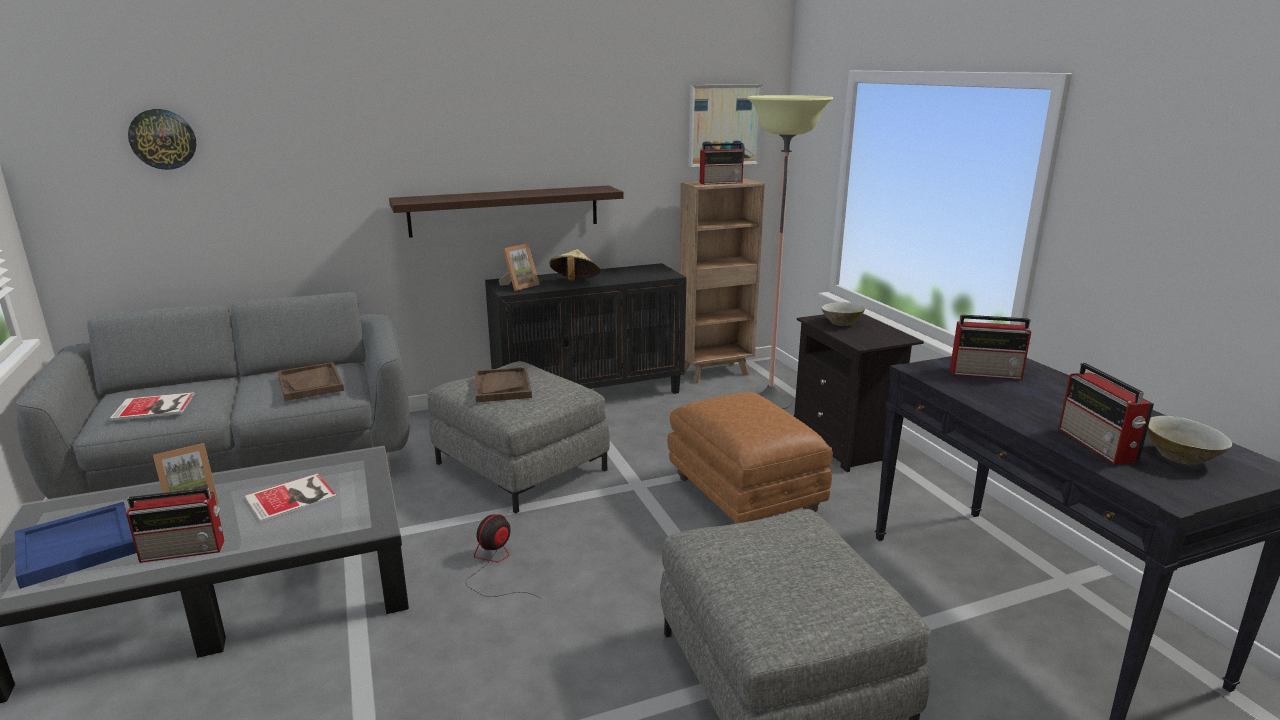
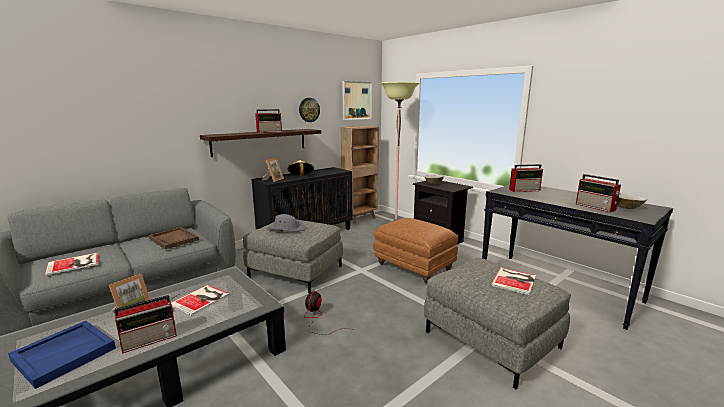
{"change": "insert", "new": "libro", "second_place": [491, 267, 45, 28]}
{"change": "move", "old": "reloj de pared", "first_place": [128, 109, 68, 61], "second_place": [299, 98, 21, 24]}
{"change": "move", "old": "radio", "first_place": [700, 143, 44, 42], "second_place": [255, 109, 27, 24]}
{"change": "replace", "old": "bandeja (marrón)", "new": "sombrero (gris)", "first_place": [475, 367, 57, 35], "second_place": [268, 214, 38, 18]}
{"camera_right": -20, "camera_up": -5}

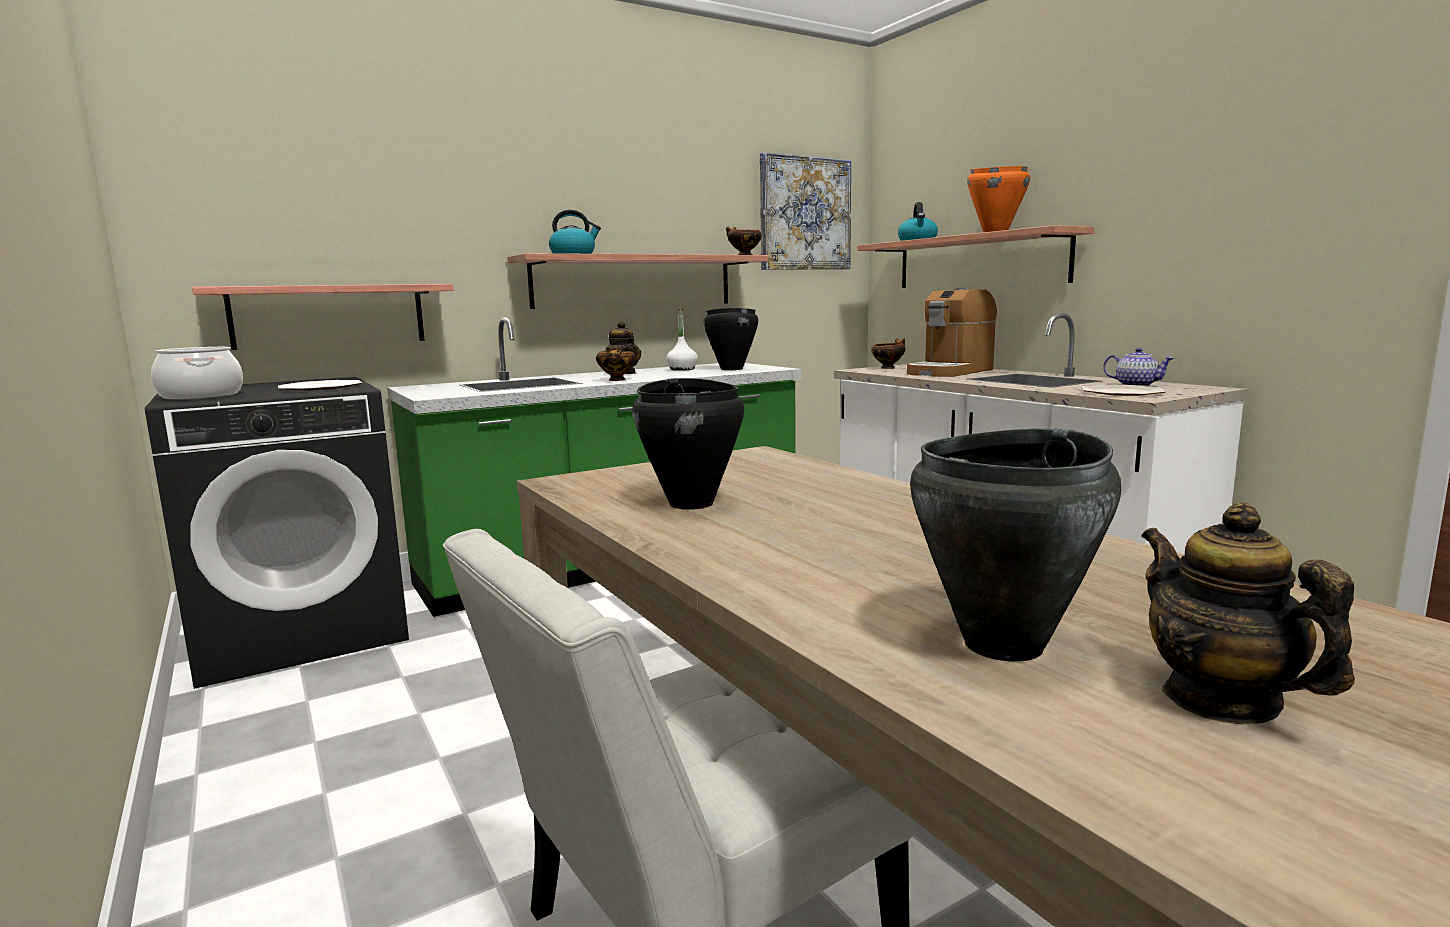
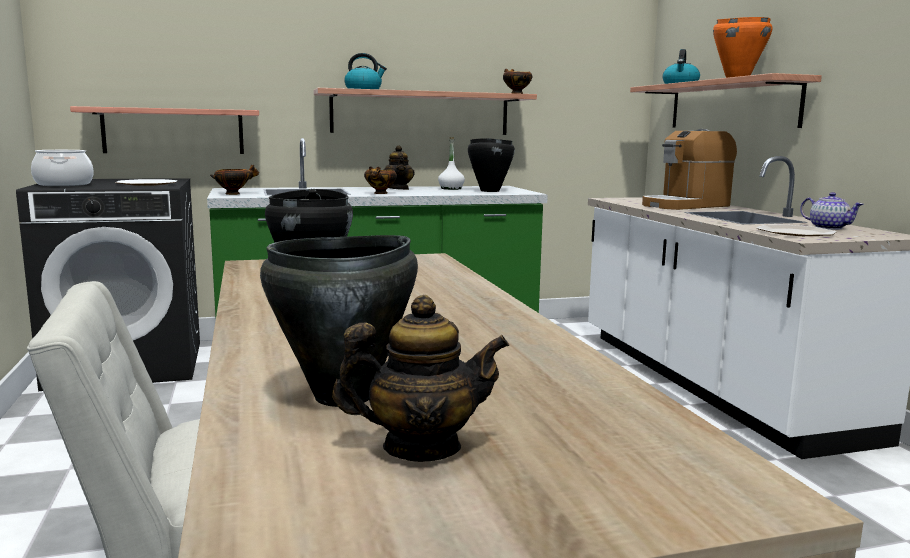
{"change": "delete", "old": "cuadro", "first_place": [760, 152, 91, 118]}
{"change": "move", "old": "cuenco", "first_place": [871, 338, 35, 31], "second_place": [210, 165, 49, 30]}
{"change": "rotate", "old": "tetera", "first_place": [1141, 502, 214, 222], "second_place": [332, 295, 177, 167], "degrees": 90}
{"camera_right": 15, "camera_up": 0}

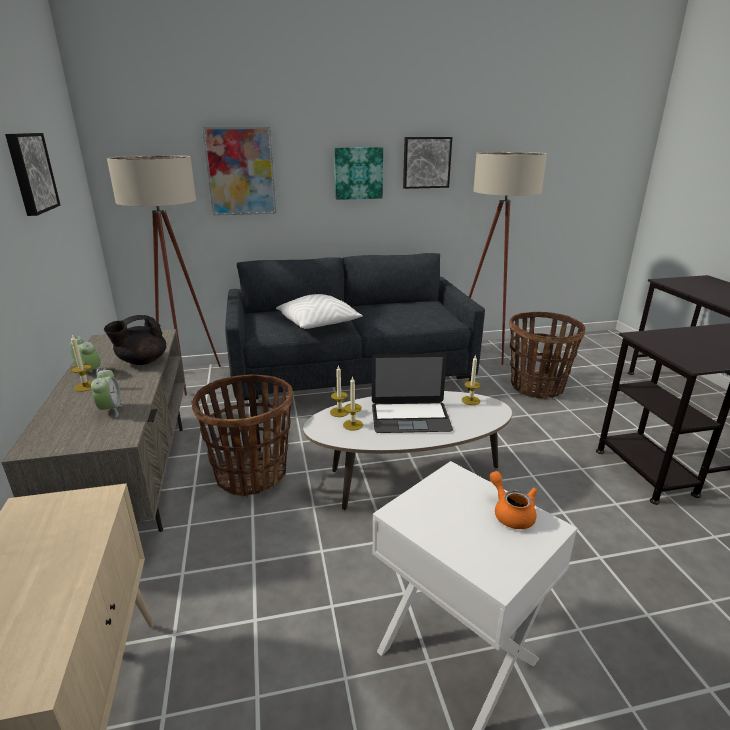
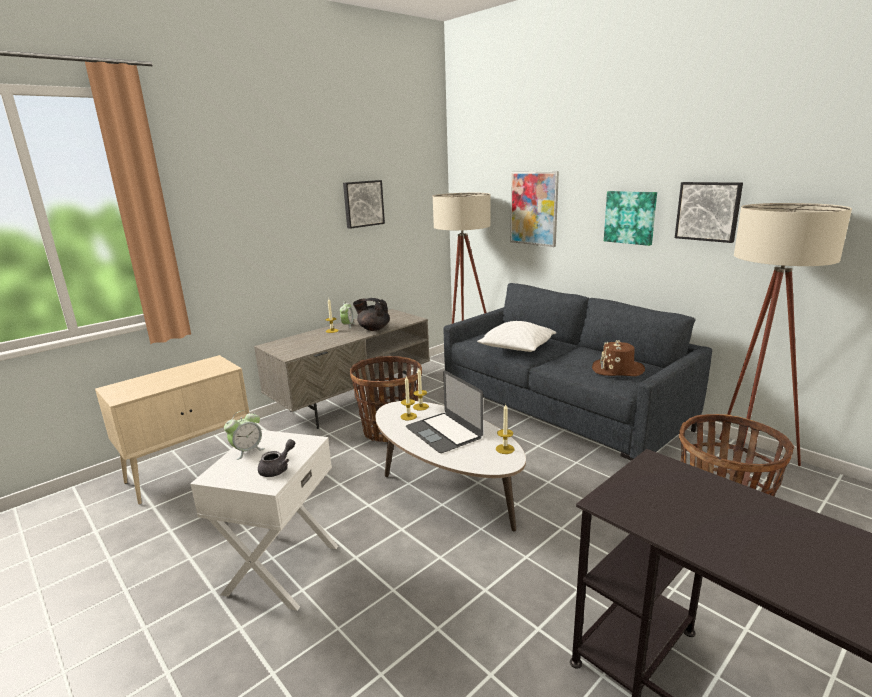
{"change": "insert", "new": "sombrero (marrón)", "second_place": [592, 340, 53, 36]}
{"change": "move", "old": "despertador", "first_place": [91, 368, 33, 49], "second_place": [224, 411, 41, 49]}
{"change": "recolor", "old": "tetera (naranja)", "new": "tetera (gris)", "first_place": [490, 471, 47, 58], "second_place": [258, 439, 37, 38]}
{"camera_right": 60, "camera_up": -5}

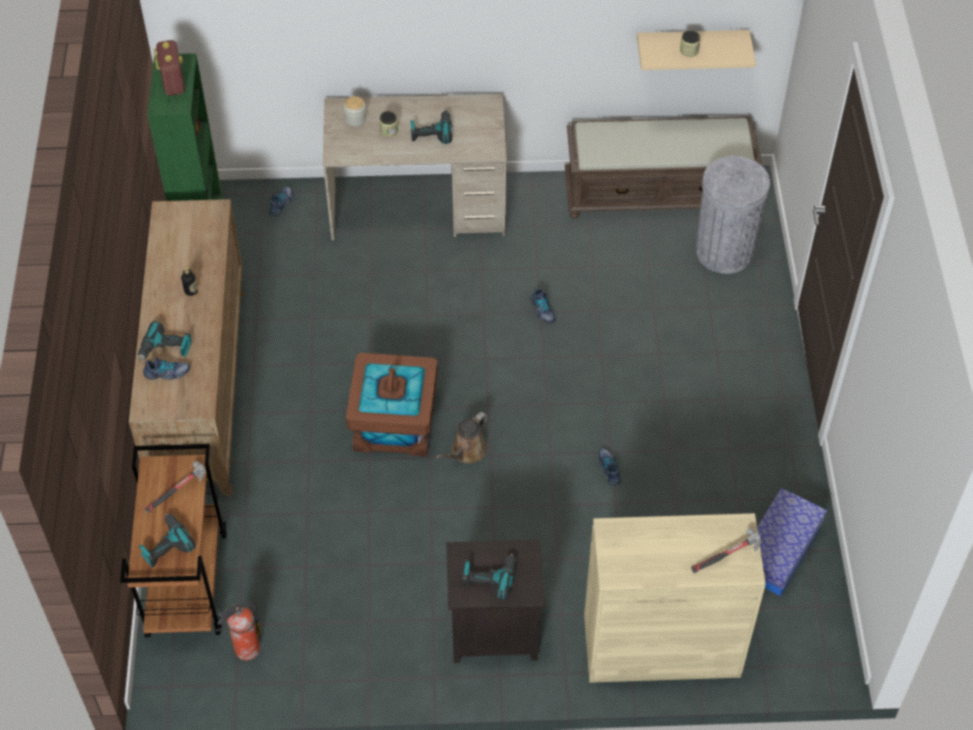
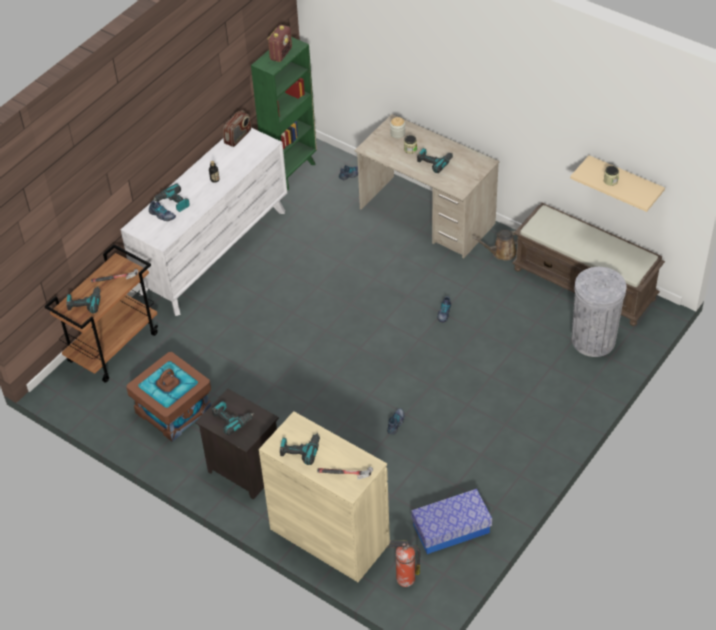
{"change": "insert", "new": "radio", "second_place": [223, 110, 28, 37]}
{"change": "insert", "new": "taladro", "second_place": [280, 433, 40, 32]}
{"change": "move", "old": "extintor", "first_place": [218, 602, 43, 58], "second_place": [387, 540, 34, 47]}
{"change": "move", "old": "caja de almacenaje (marrón)", "first_place": [346, 353, 92, 104], "second_place": [126, 352, 85, 90]}
{"change": "move", "old": "regadera (marrón)", "first_place": [435, 412, 53, 52], "second_place": [472, 230, 46, 31]}
{"change": "recolor", "old": "cómoda (marrón)", "new": "cómoda (blanco)", "first_place": [129, 199, 116, 298], "second_place": [121, 128, 166, 188]}
{"camera_right": 40, "camera_up": -5}

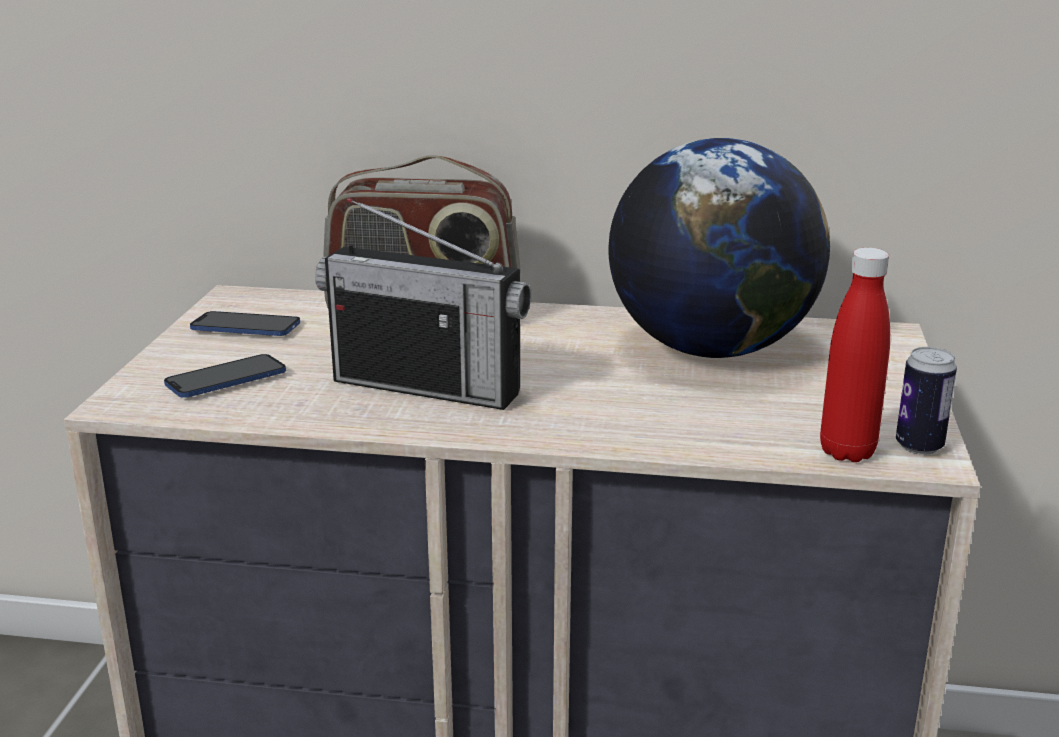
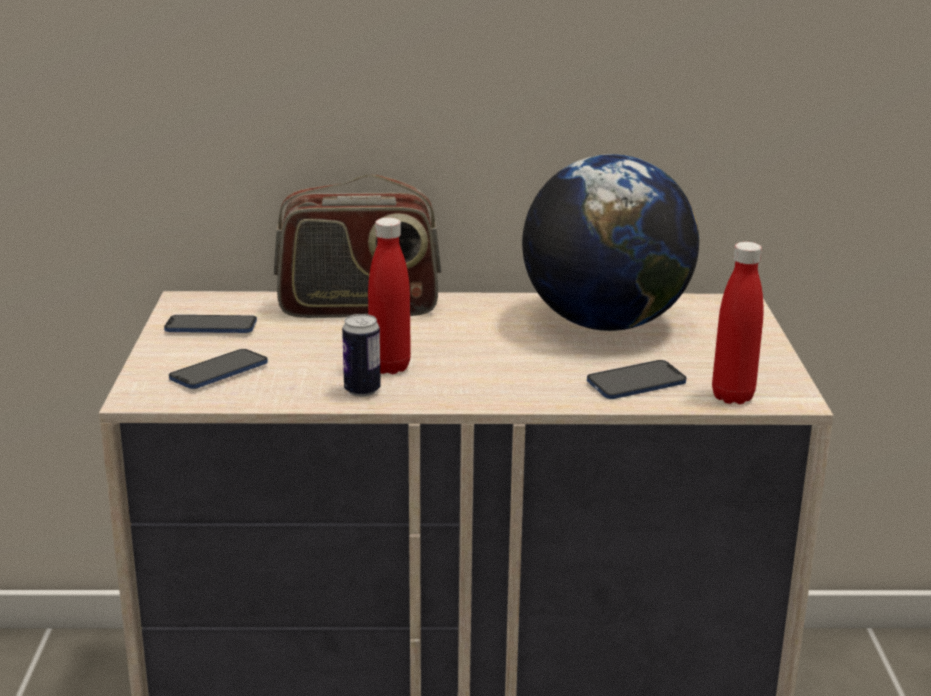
{"change": "insert", "new": "móvil", "second_place": [587, 360, 100, 39]}
{"change": "move", "old": "lata", "first_place": [896, 347, 61, 108], "second_place": [342, 314, 39, 83]}
{"change": "replace", "old": "radio", "new": "botella (rojo)", "first_place": [315, 198, 216, 212], "second_place": [368, 218, 43, 156]}
{"camera_right": -10, "camera_up": 0}

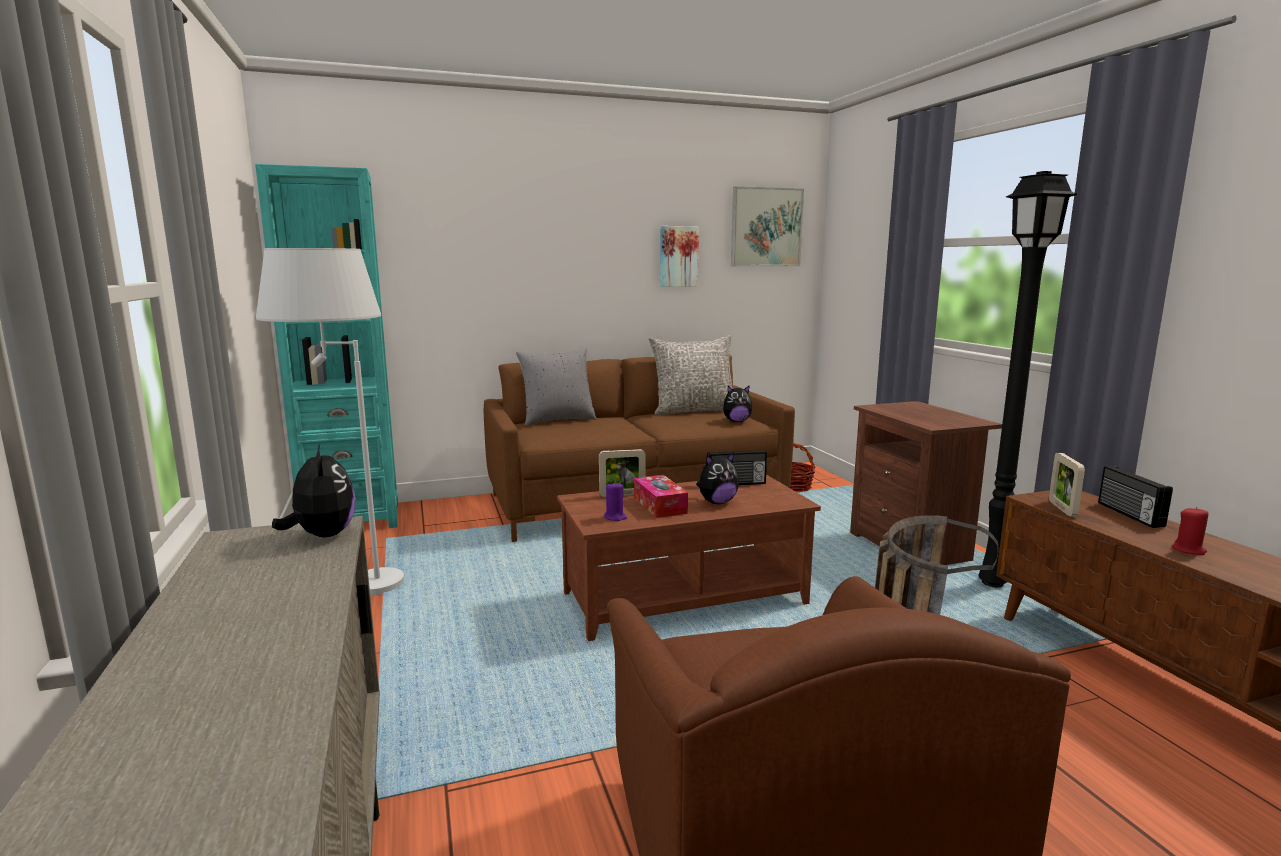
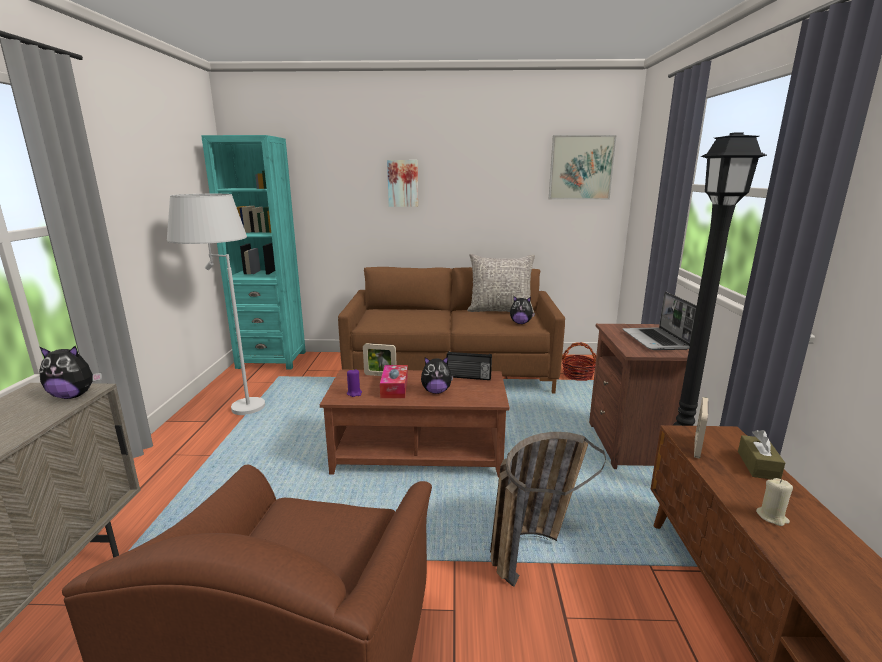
{"change": "delete", "old": "cojín (gris)", "first_place": [516, 348, 81, 78]}
{"change": "insert", "new": "portátil", "second_place": [622, 291, 75, 59]}
{"change": "move", "old": "cuadro", "first_place": [660, 226, 39, 61], "second_place": [387, 160, 31, 47]}
{"change": "replace", "old": "radio", "new": "caja de pañuelos (marrón)", "first_place": [1098, 466, 75, 62], "second_place": [738, 430, 47, 50]}
{"change": "recolor", "old": "vela (rojo)", "new": "vela (beis)", "first_place": [1172, 507, 37, 48], "second_place": [756, 478, 37, 48]}
{"change": "rotate", "old": "peluche", "first_place": [272, 444, 84, 93], "second_place": [39, 346, 63, 53], "degrees": 90}
{"camera_right": 20, "camera_up": 5}

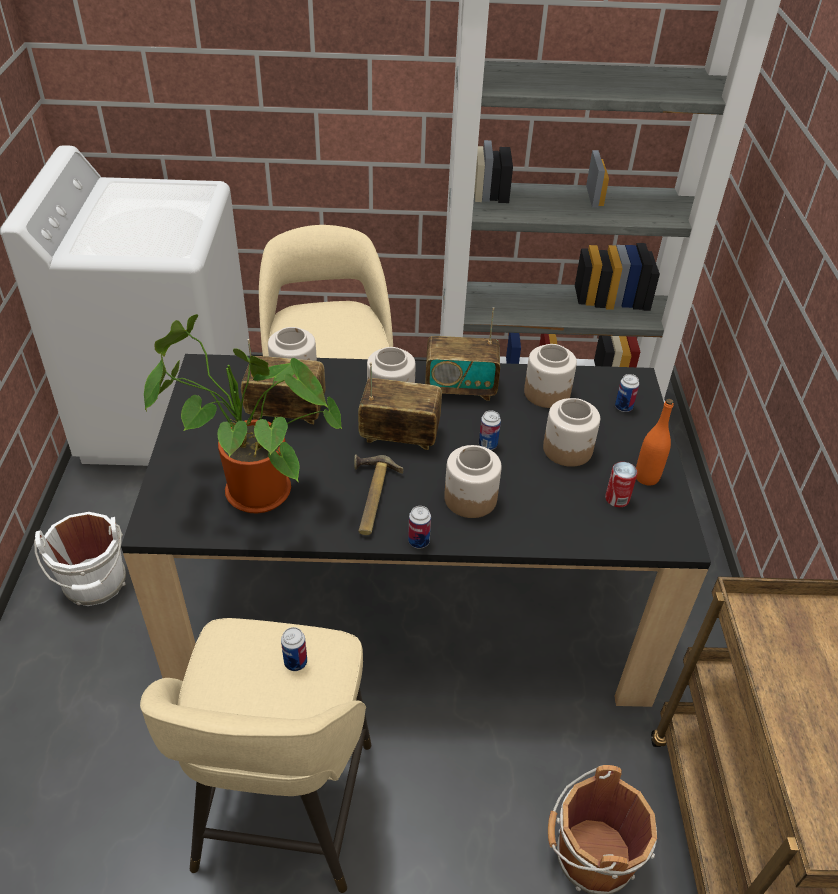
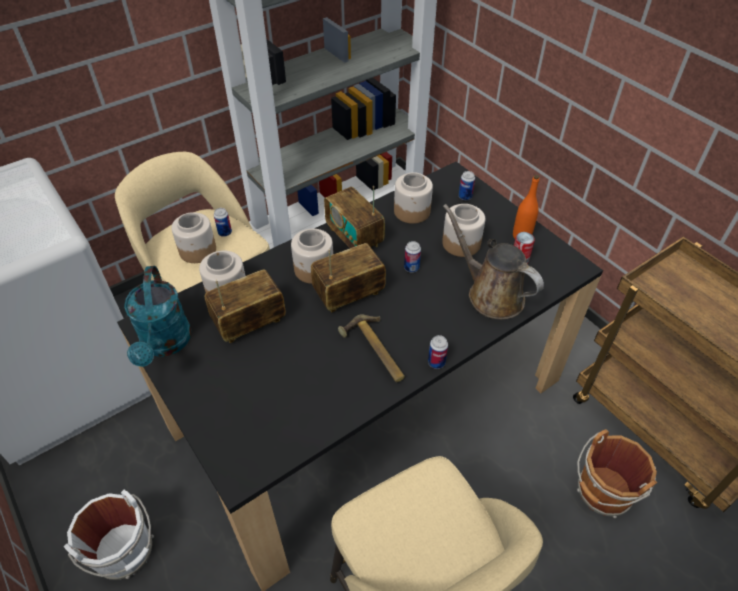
{"change": "delete", "old": "planta en maceta", "first_place": [144, 314, 198, 200]}
{"change": "insert", "new": "regadera (turquesa)", "second_place": [124, 266, 67, 101]}
{"change": "insert", "new": "regadera (marrón)", "second_place": [443, 204, 101, 115]}
{"change": "move", "old": "lata", "first_place": [281, 627, 26, 44], "second_place": [214, 208, 18, 29]}
{"change": "move", "old": "tarro", "first_place": [444, 445, 58, 73], "second_place": [171, 213, 45, 50]}
{"change": "rotate", "old": "radio", "first_place": [425, 307, 75, 94], "second_place": [324, 186, 61, 62], "degrees": 90}
{"camera_right": -35, "camera_up": 5}

